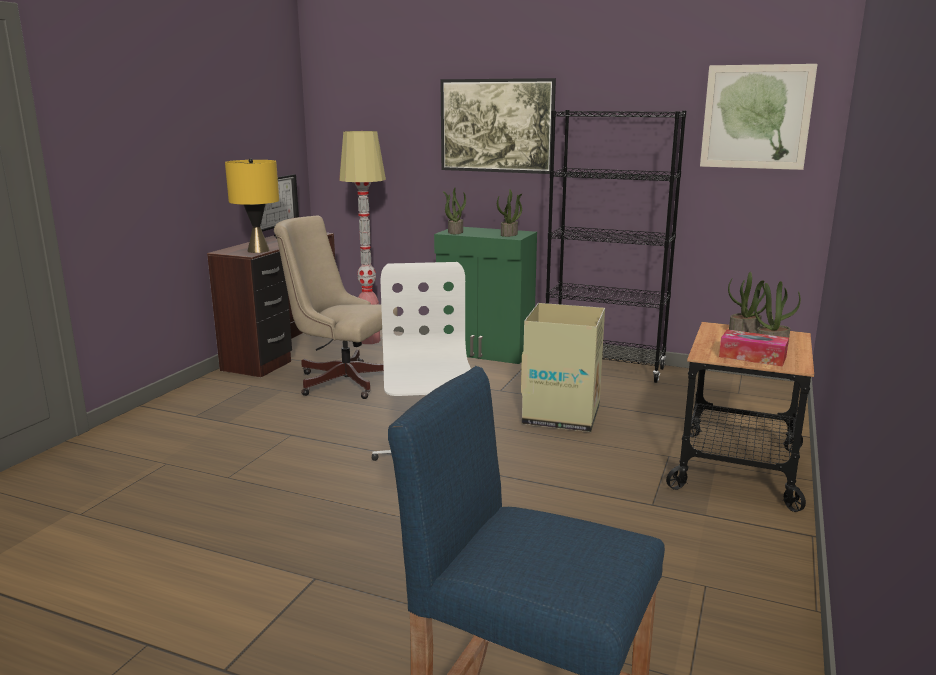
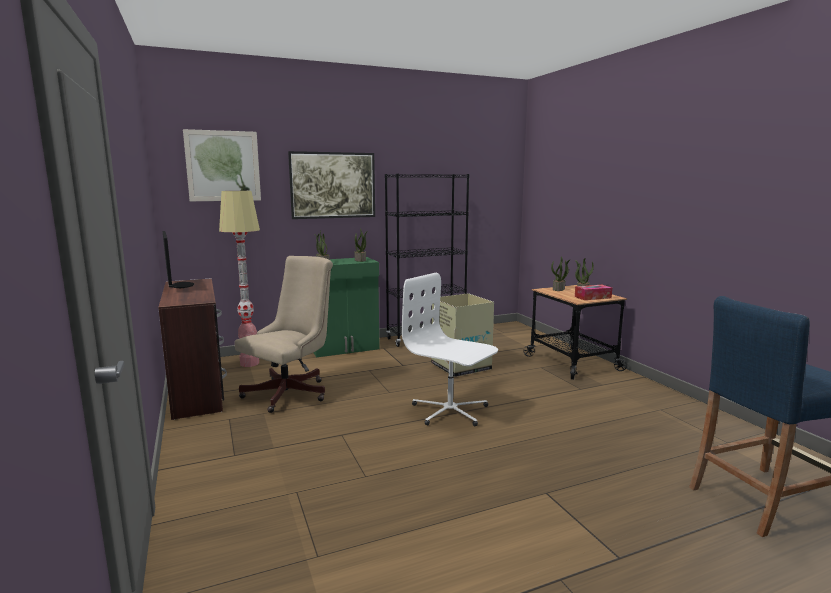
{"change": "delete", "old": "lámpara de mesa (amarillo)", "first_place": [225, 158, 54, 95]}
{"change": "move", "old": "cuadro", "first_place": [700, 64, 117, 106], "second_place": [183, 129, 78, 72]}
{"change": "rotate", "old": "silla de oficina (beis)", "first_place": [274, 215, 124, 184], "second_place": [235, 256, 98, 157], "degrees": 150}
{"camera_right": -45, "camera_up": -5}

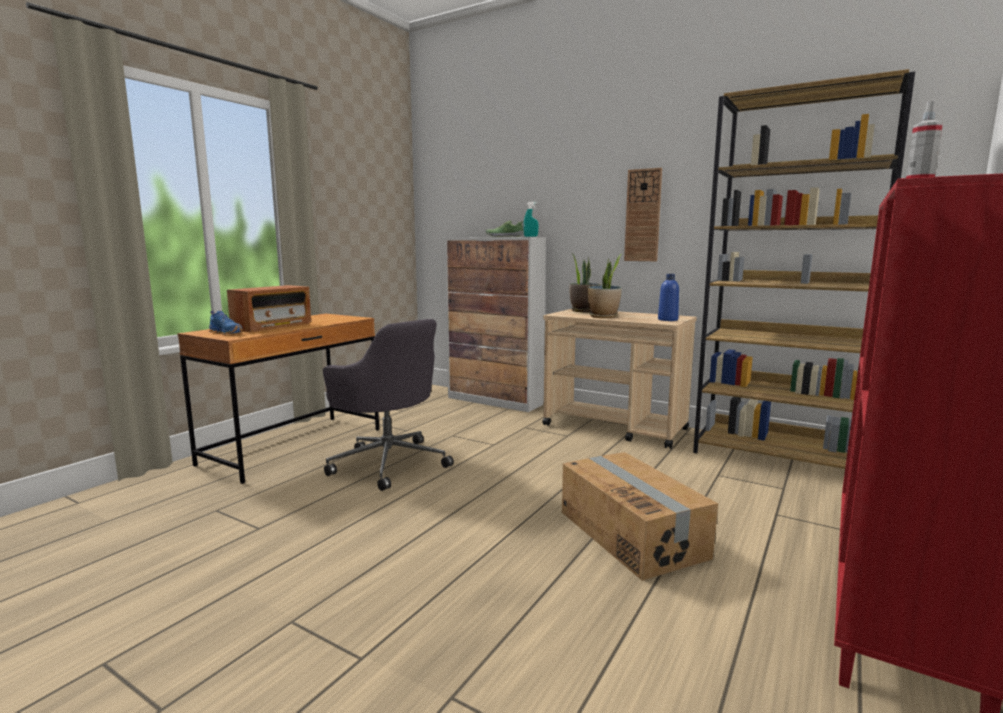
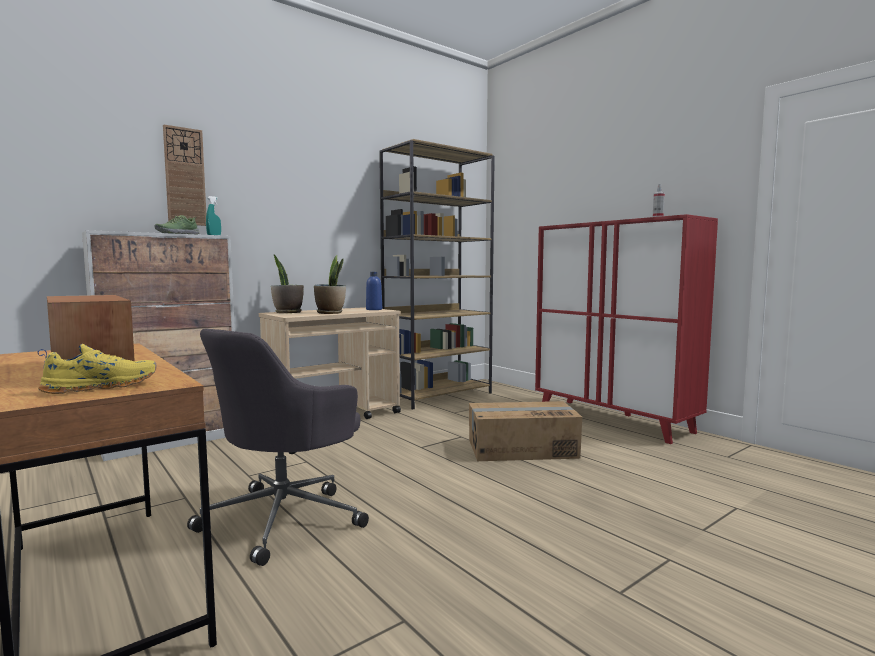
{"change": "move", "old": "reloj de pared", "first_place": [624, 168, 38, 93], "second_place": [163, 124, 43, 102]}
{"change": "recolor", "old": "zapato (azul)", "new": "zapato (amarillo)", "first_place": [208, 311, 35, 24], "second_place": [37, 344, 119, 50]}
{"change": "rotate", "old": "silla de oficina (gris)", "first_place": [323, 319, 131, 172], "second_place": [187, 329, 182, 237], "degrees": 150}
{"camera_right": -70, "camera_up": -5}

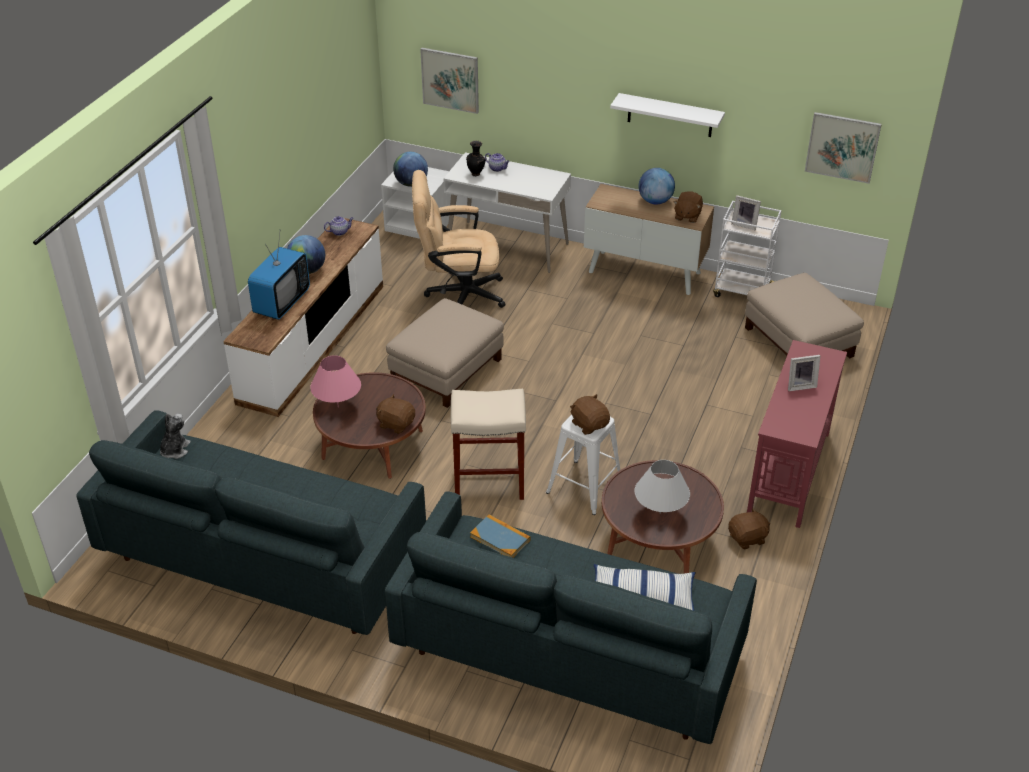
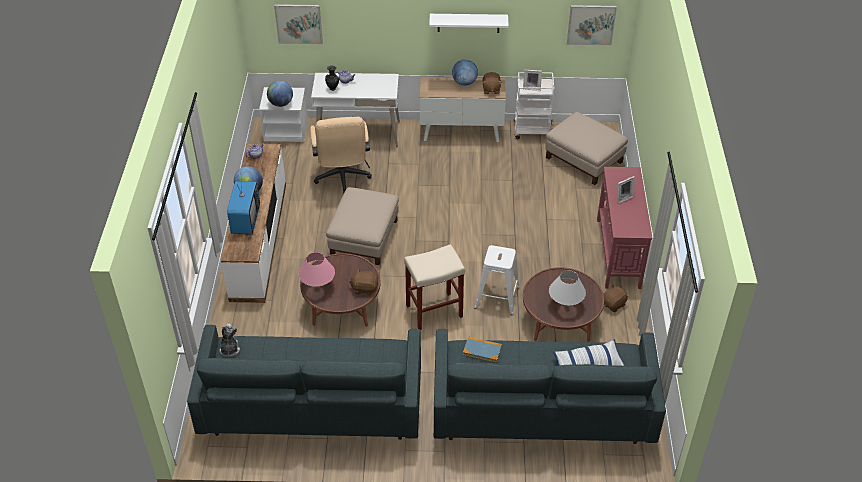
{"change": "delete", "old": "peluche (marrón)", "first_place": [570, 394, 40, 41]}
{"change": "rotate", "old": "silla de oficina (beis)", "first_place": [412, 170, 94, 138], "second_place": [310, 117, 62, 77], "degrees": -75}
{"camera_right": -20, "camera_up": 5}

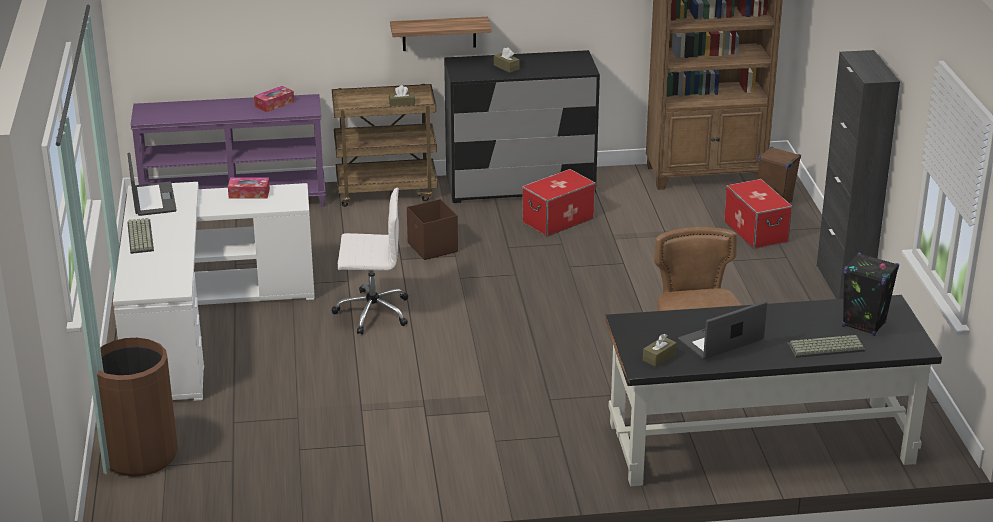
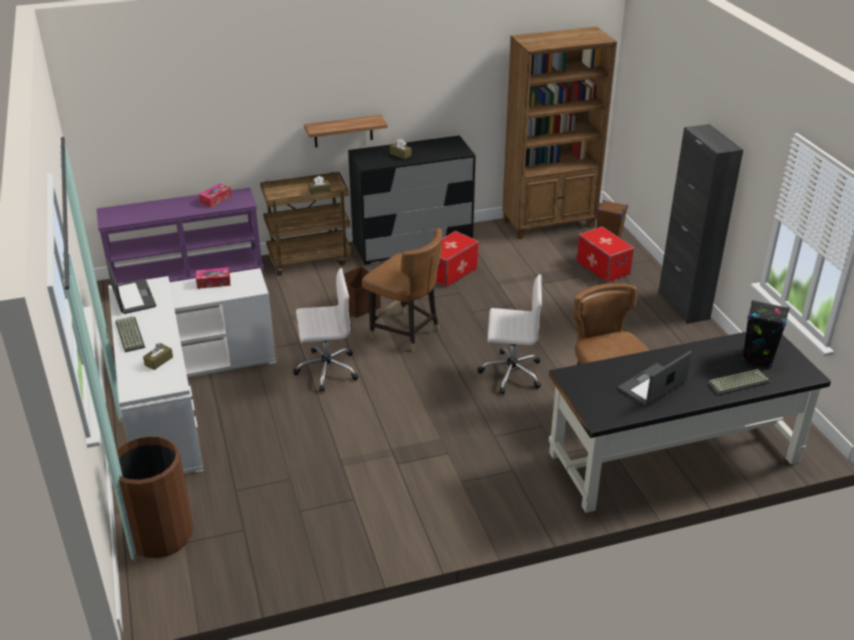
{"change": "insert", "new": "silla (marrón)", "second_place": [362, 228, 80, 124]}
{"change": "insert", "new": "silla de oficina (blanco)", "second_place": [478, 274, 64, 121]}
{"change": "move", "old": "caja de pañuelos (marrón)", "first_place": [643, 334, 34, 33], "second_place": [143, 343, 30, 27]}
{"camera_right": -10, "camera_up": 5}

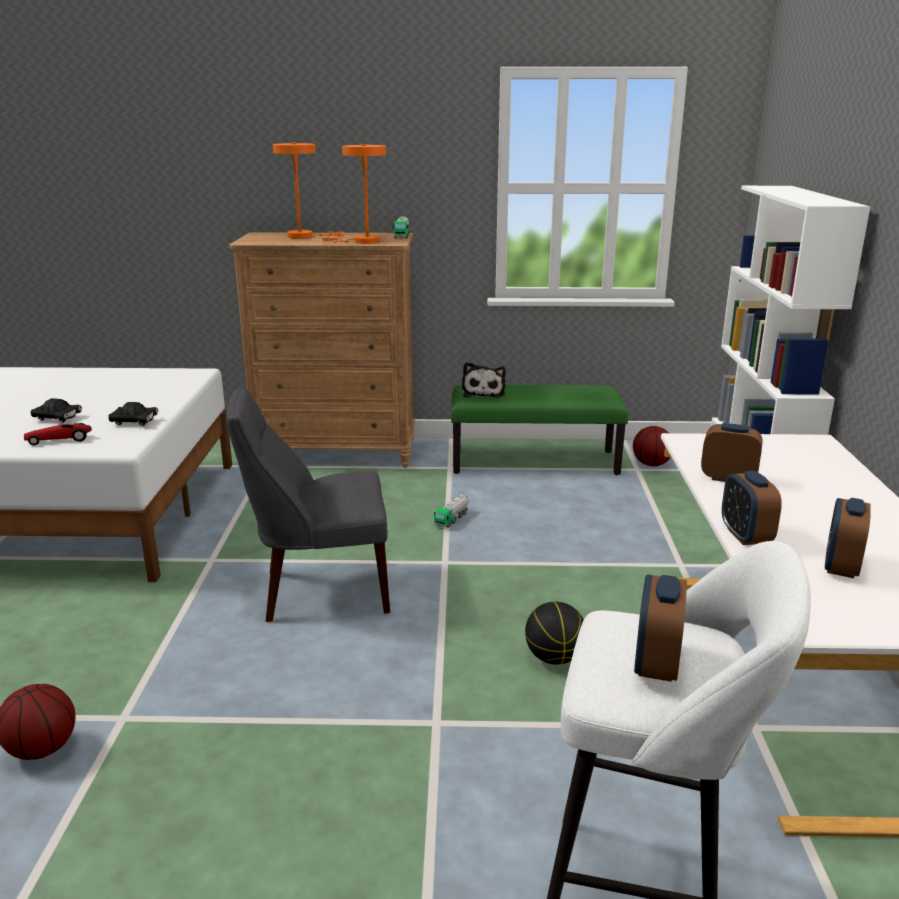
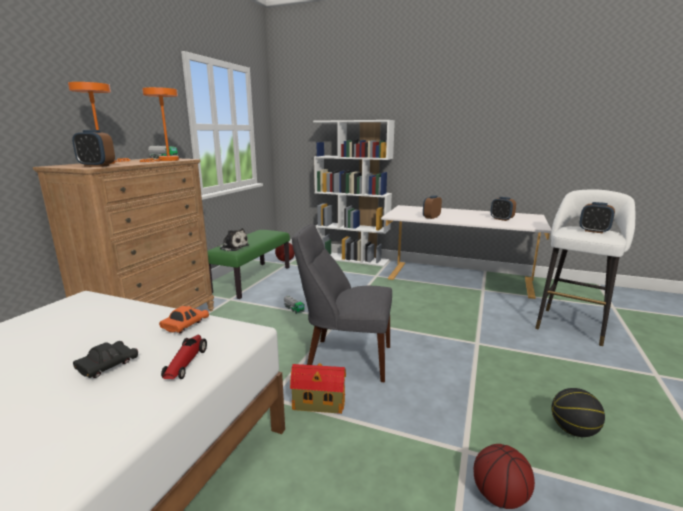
{"change": "insert", "new": "casita", "second_place": [290, 363, 56, 51]}
{"change": "move", "old": "balón de baloncesto", "first_place": [525, 602, 59, 63], "second_place": [552, 388, 53, 49]}
{"change": "move", "old": "despertador", "first_place": [722, 471, 60, 74], "second_place": [72, 130, 43, 37]}
{"change": "recolor", "old": "coche de juguete (negro)", "new": "coche de juguete (naranja)", "first_place": [108, 402, 51, 24], "second_place": [159, 306, 50, 28]}
{"change": "rotate", "old": "silla (gris)", "first_place": [226, 387, 164, 235], "second_place": [292, 224, 100, 158], "degrees": 90}
{"camera_right": -70, "camera_up": -5}

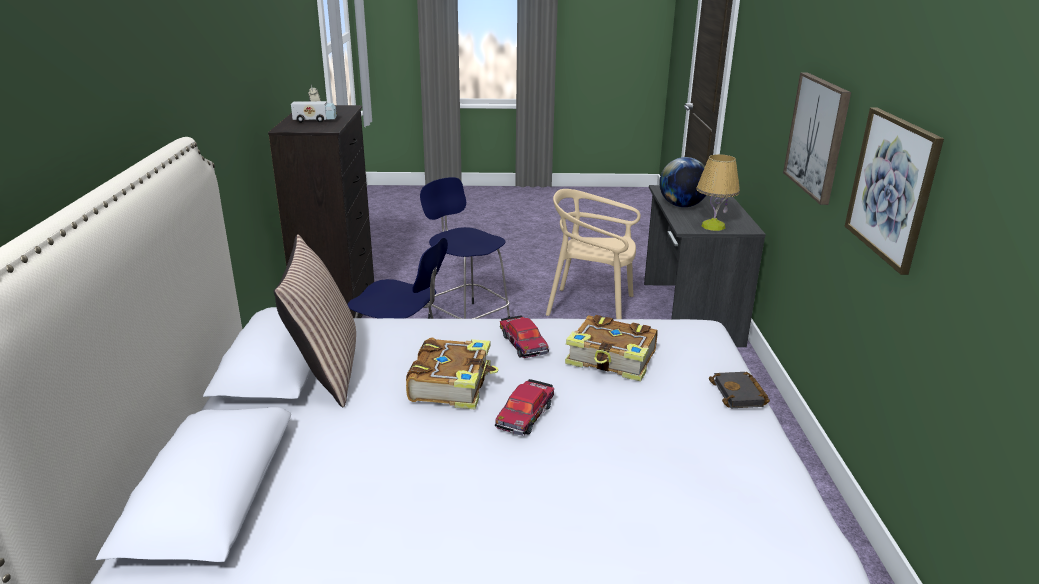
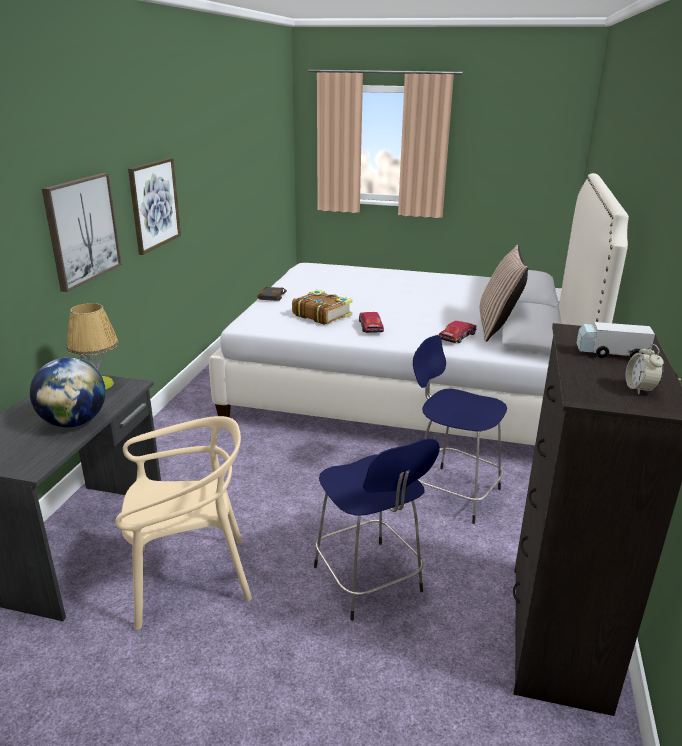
{"change": "delete", "old": "libro", "first_place": [406, 337, 93, 72]}
{"change": "move", "old": "coche de juguete", "first_place": [495, 379, 59, 57], "second_place": [439, 321, 38, 22]}
{"change": "rotate", "old": "silla (beis)", "first_place": [546, 189, 95, 130], "second_place": [115, 416, 137, 214], "degrees": -45}
{"camera_right": -165, "camera_up": 0}

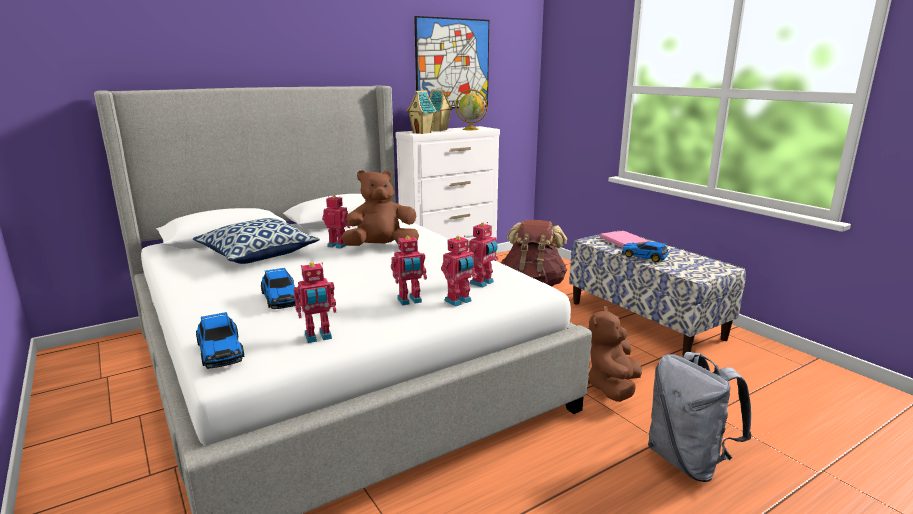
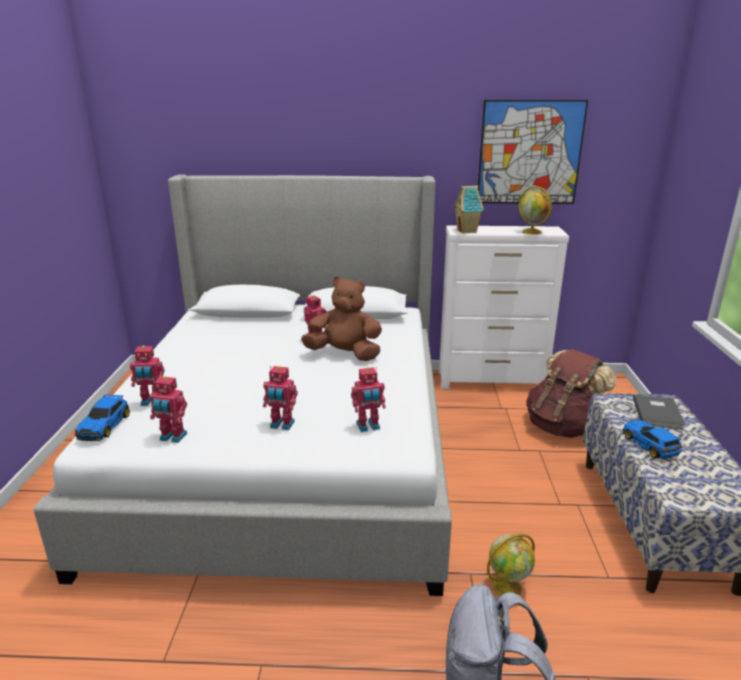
{"change": "delete", "old": "cojín", "first_place": [193, 218, 127, 46]}
{"change": "delete", "old": "coche de juguete", "first_place": [261, 268, 39, 41]}
{"change": "delete", "old": "casita", "first_place": [430, 89, 22, 42]}
{"change": "move", "old": "robot de juguete", "first_place": [441, 235, 36, 71], "second_place": [130, 345, 34, 61]}
{"change": "replace", "old": "peluche (marrón)", "new": "globo terráqueo", "first_place": [588, 306, 54, 96], "second_place": [487, 533, 48, 63]}
{"change": "recolor", "old": "libro (rosa)", "new": "libro (gris)", "first_place": [600, 231, 49, 17], "second_place": [633, 394, 53, 35]}
{"camera_right": 35, "camera_up": 5}

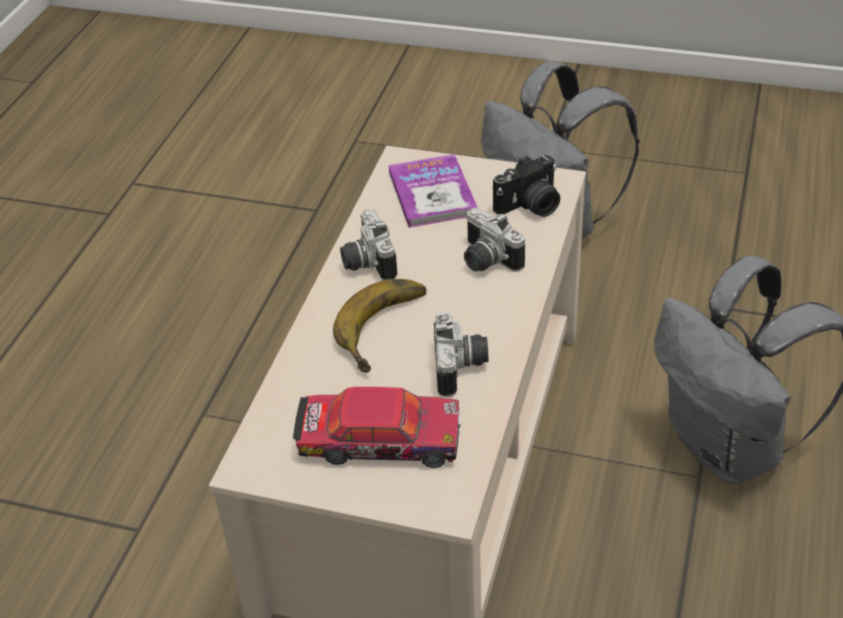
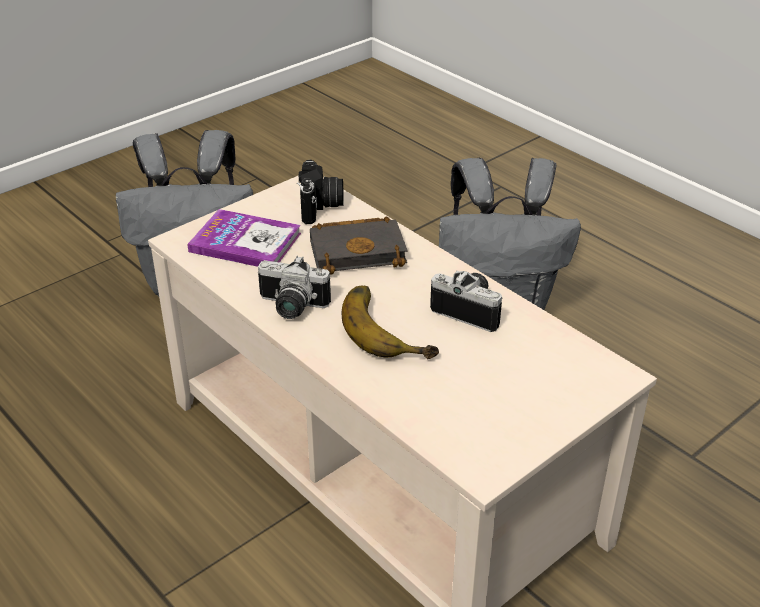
{"change": "delete", "old": "coche de juguete", "first_place": [293, 387, 168, 81]}
{"change": "replace", "old": "cámara", "new": "libro (negro)", "first_place": [464, 208, 61, 64], "second_place": [310, 216, 97, 59]}
{"camera_right": -60, "camera_up": -5}

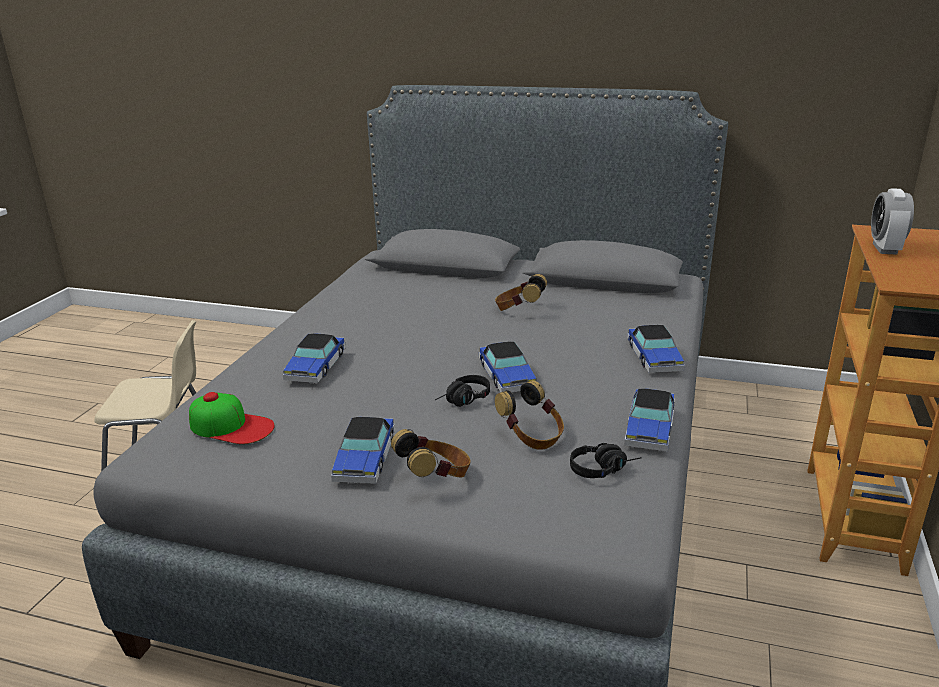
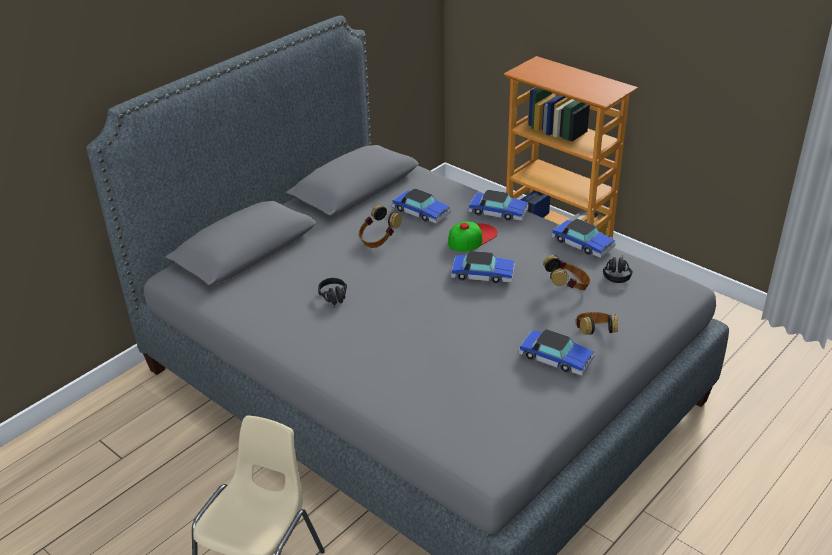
{"change": "delete", "old": "despertador", "first_place": [871, 188, 43, 67]}
{"change": "move", "old": "gorra", "first_place": [189, 392, 86, 52], "second_place": [448, 221, 50, 31]}
{"change": "move", "old": "coche de juguete", "first_place": [283, 333, 63, 50], "second_place": [392, 188, 59, 36]}
{"change": "move", "old": "auriculares (negro)", "first_place": [435, 375, 55, 32], "second_place": [318, 278, 29, 29]}
{"camera_right": -65, "camera_up": 10}

